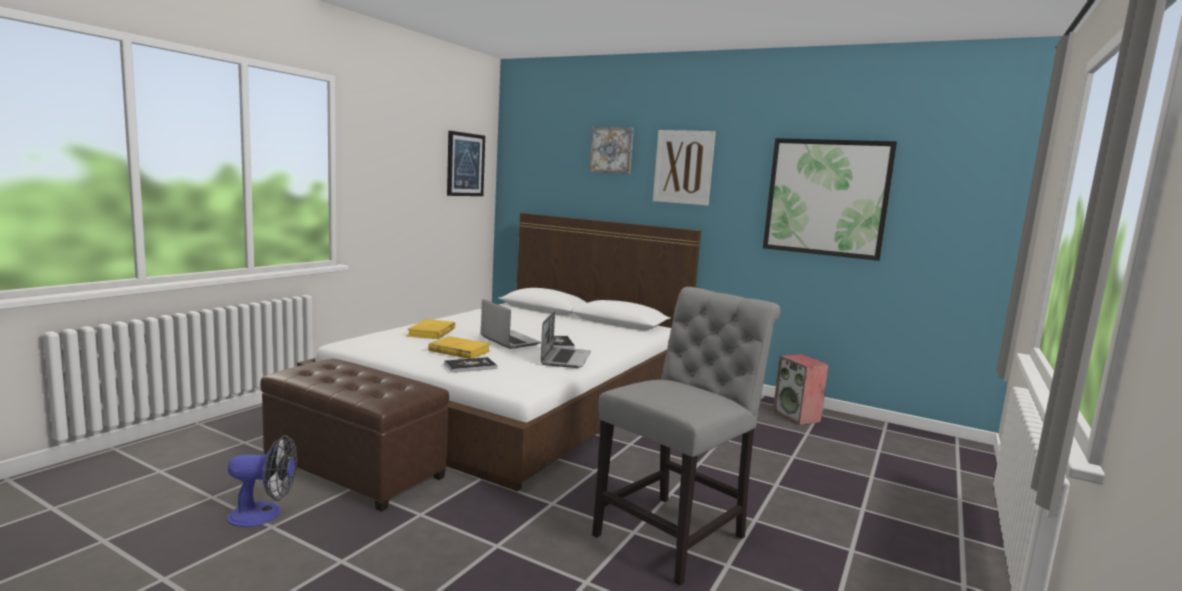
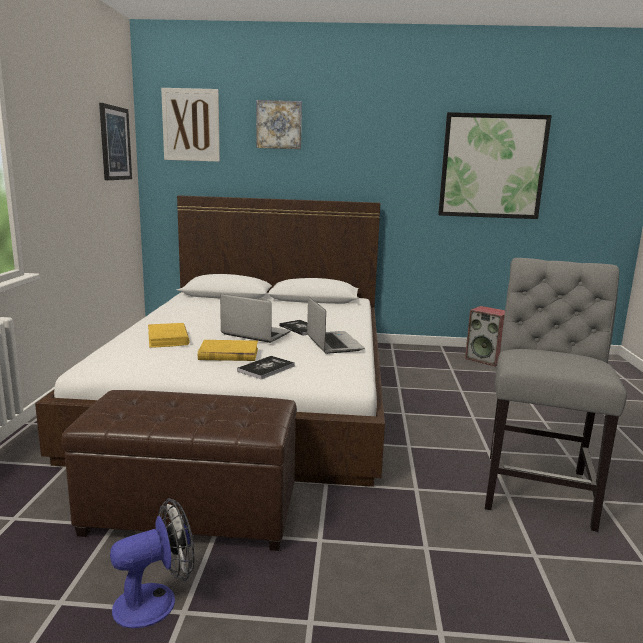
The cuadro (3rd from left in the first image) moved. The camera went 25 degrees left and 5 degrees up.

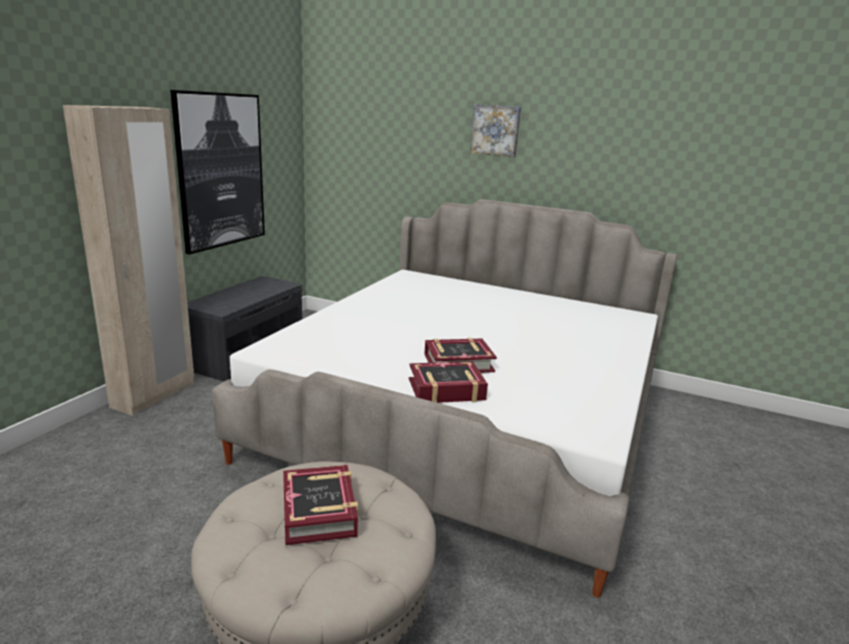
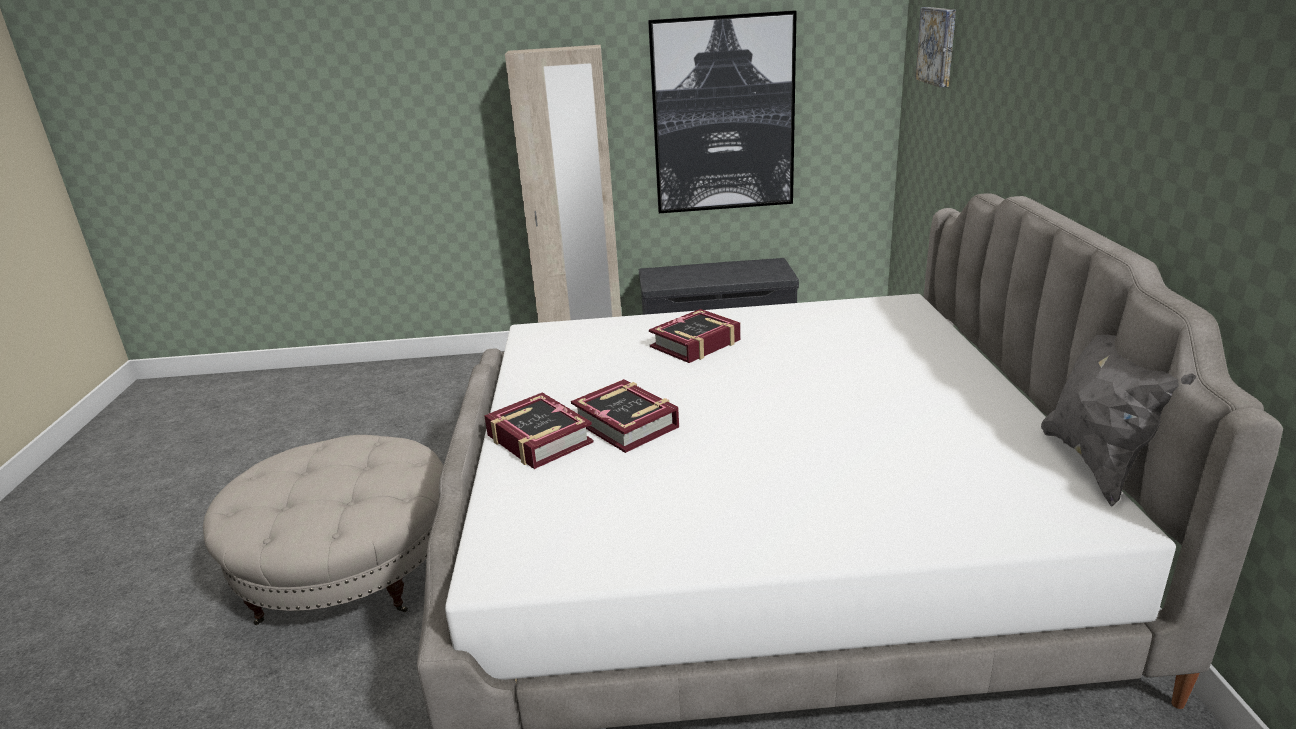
The libro (1st from left in the first image) moved. The cuadro (2nd from left) moved. The cojín [gris] appeared. The camera went 65 degrees right and 5 degrees up.

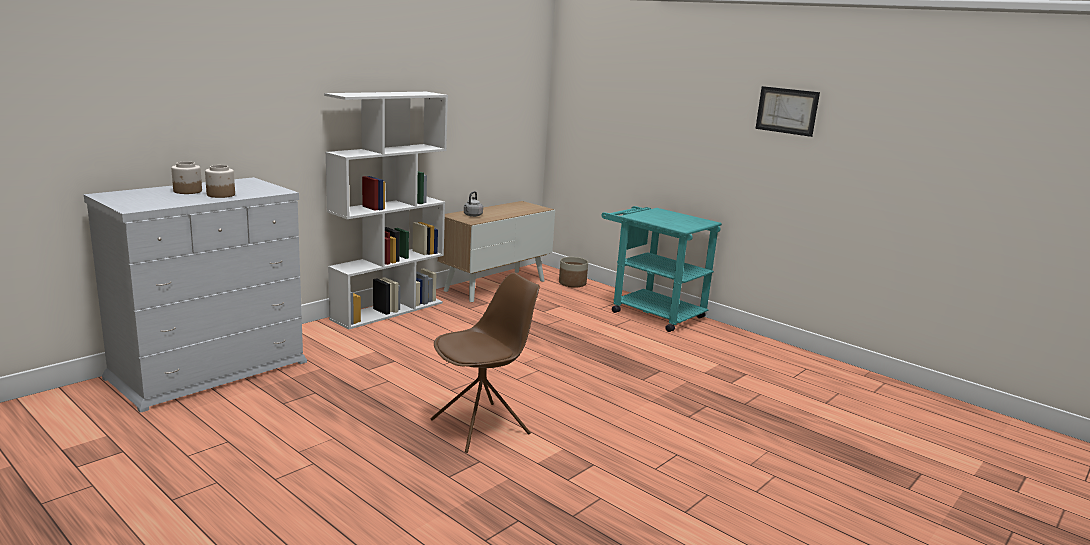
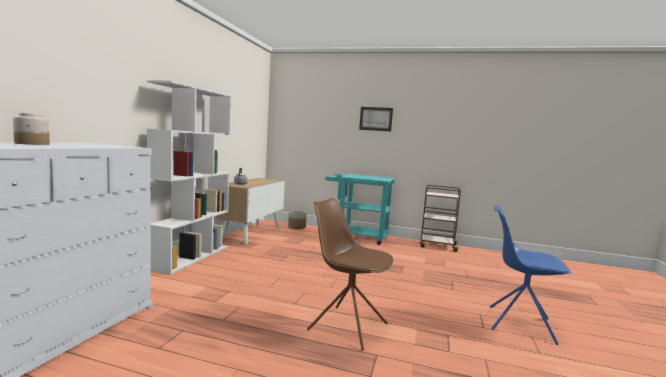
The tarro (2nd from left) disappeared. The silla [marrón] turned 90 degrees counterclockwise. The cuadro moved. The carrito [marrón] appeared. The silla [azul] appeared. The camera went 25 degrees left and 10 degrees down.

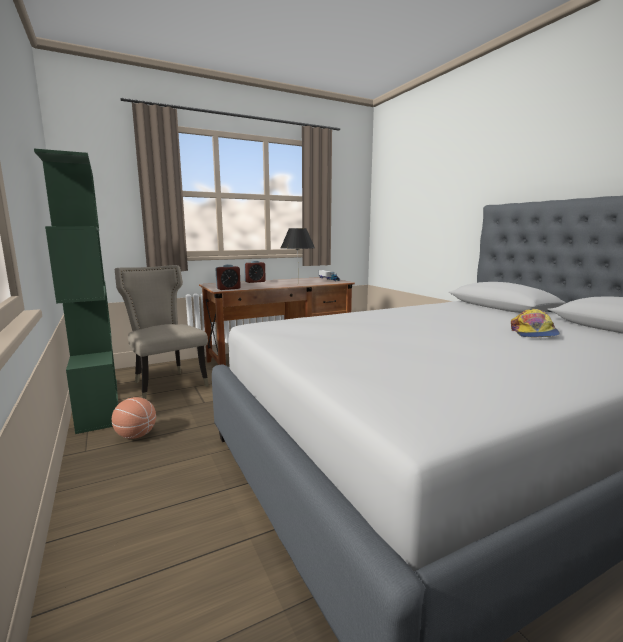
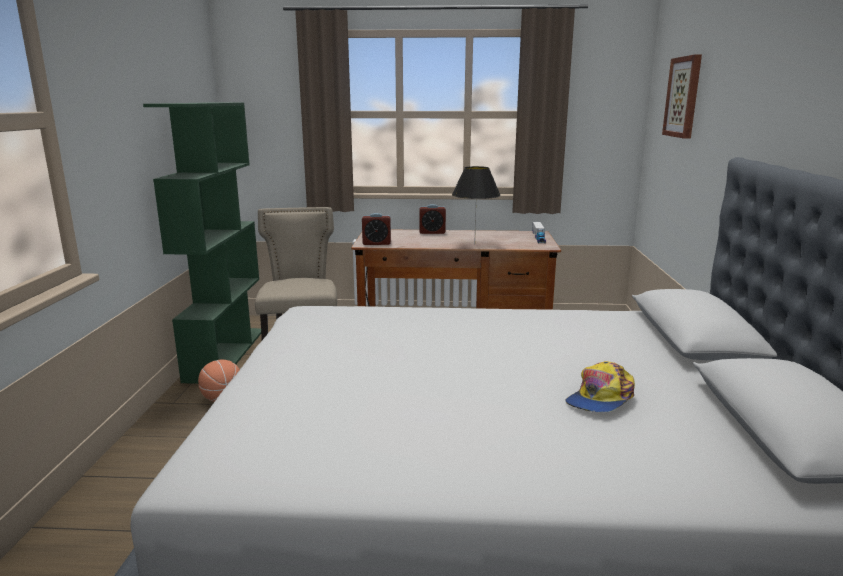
The cuadro appeared. The camera went 30 degrees right and 5 degrees up.

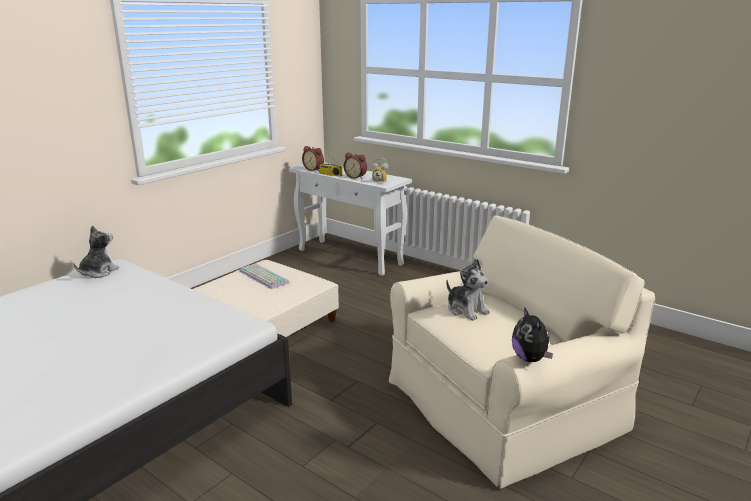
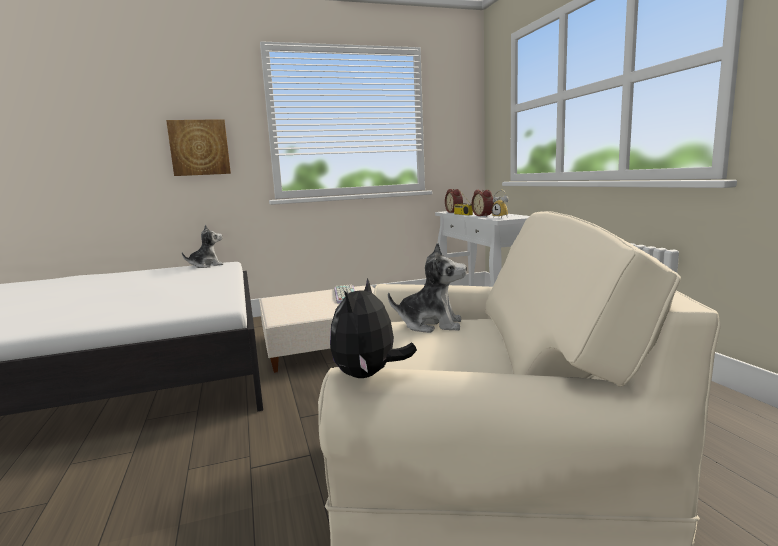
The peluche (2nd from left in the first image) turned 75 degrees counterclockwise. The cuadro appeared. The camera went 35 degrees right and 10 degrees down.

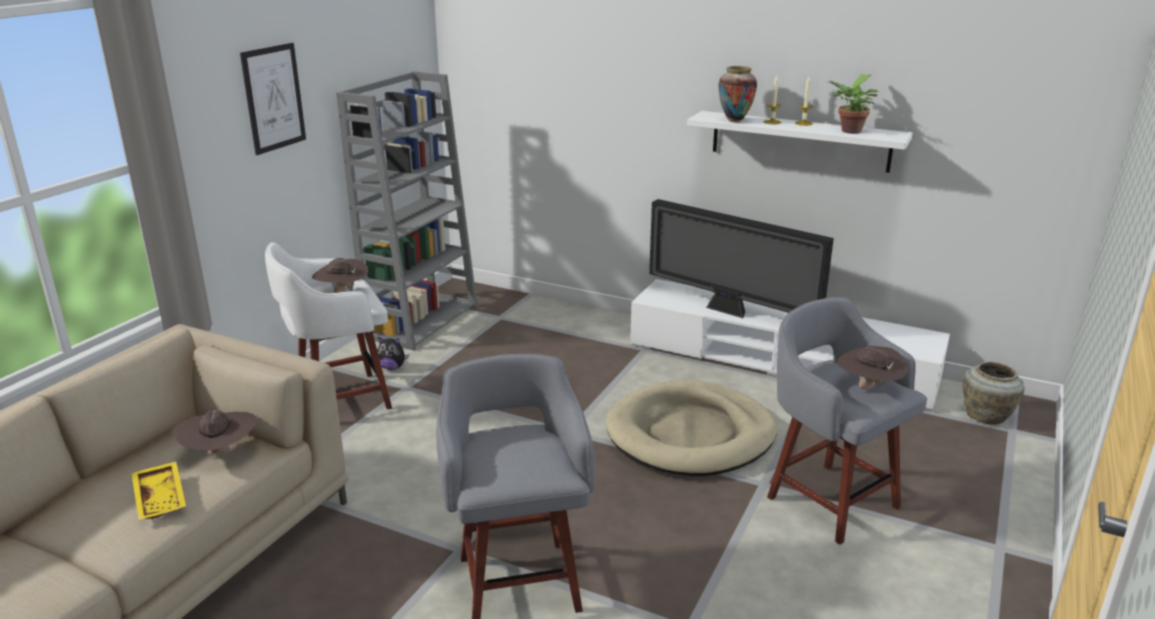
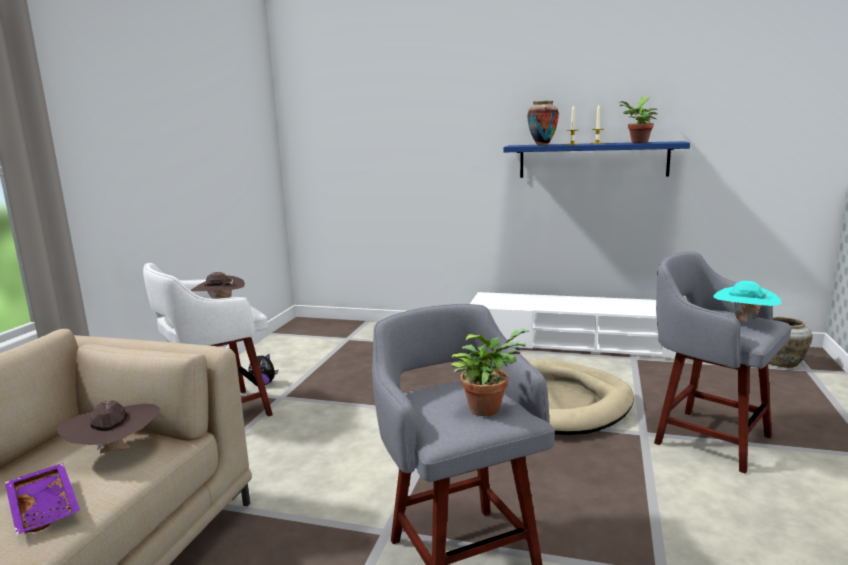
The bandeja [amarillo] became the bandeja [morado]. The cuadro disappeared. The estantería [gris] disappeared. The televisor disappeared. The estante [blanco] became the estante [azul]. The sombrero [marrón] (3rd from left) became the sombrero [turquesa]. The planta en maceta (1st from left) appeared. The camera went 10 degrees left and 10 degrees down.

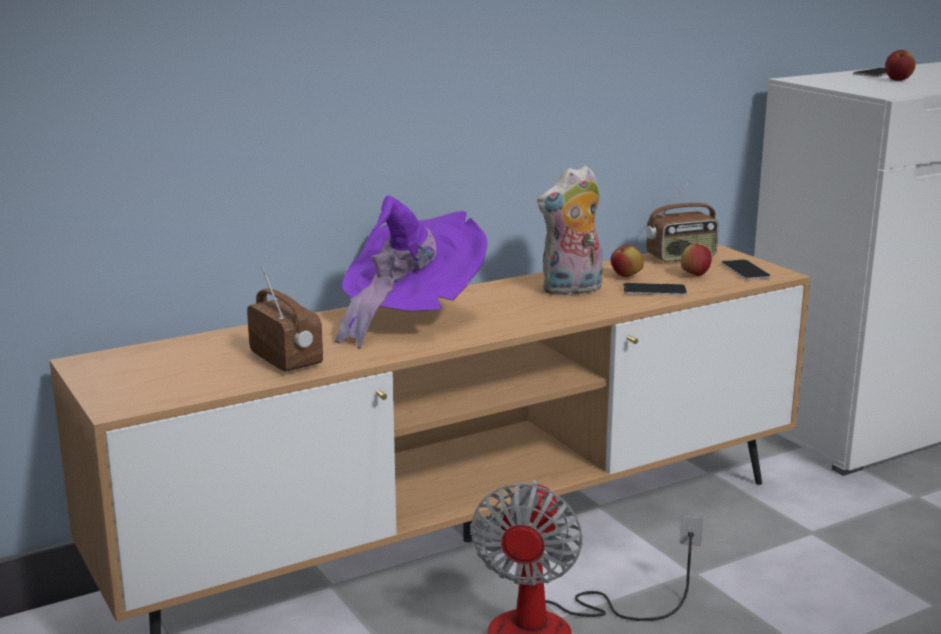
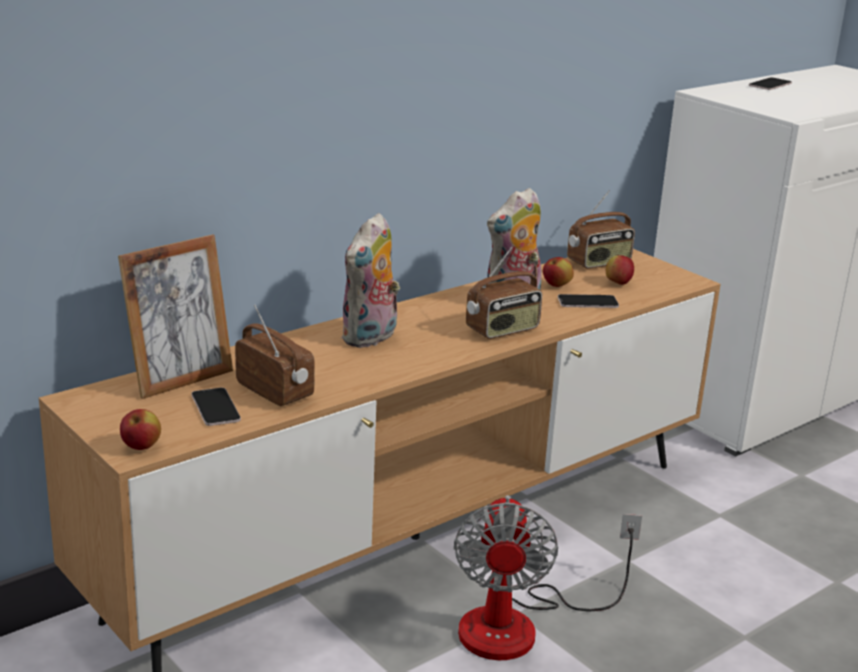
The sombrero [morado] was replaced by the peluche (1st from left). The móvil (2nd from left in the first image) moved. The manzana (3rd from left in the first image) moved. The portarretratos appeared. The radio (2nd from left) appeared. The camera went 10 degrees left and 5 degrees up.

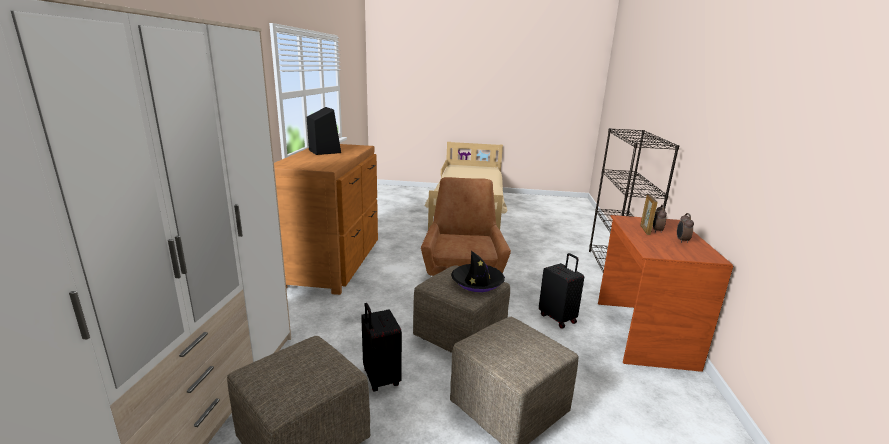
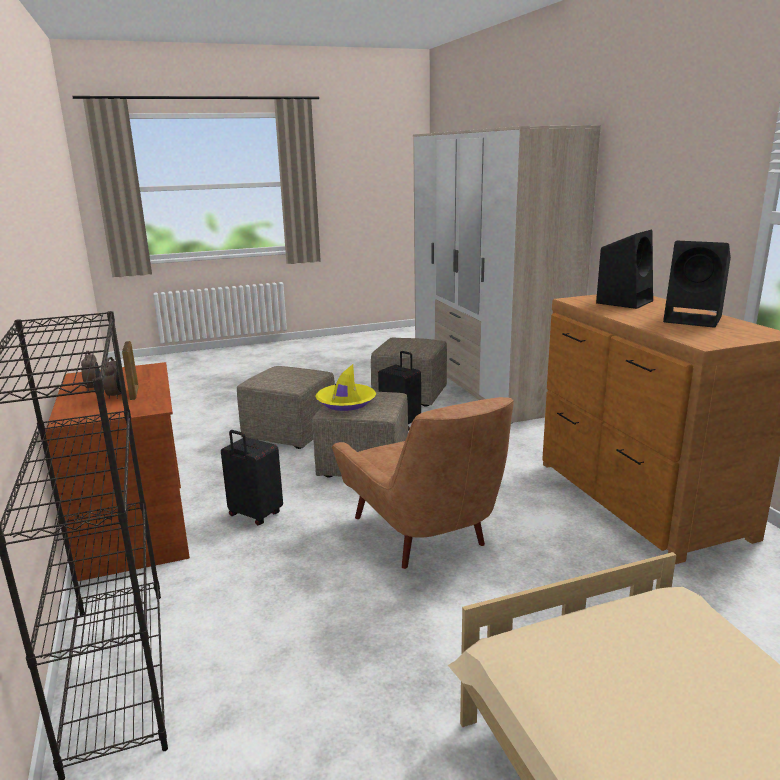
The sombrero [negro] became the sombrero [amarillo]. The altavoz [negro] (1st from left) appeared. The camera went 155 degrees right and 0 degrees up.

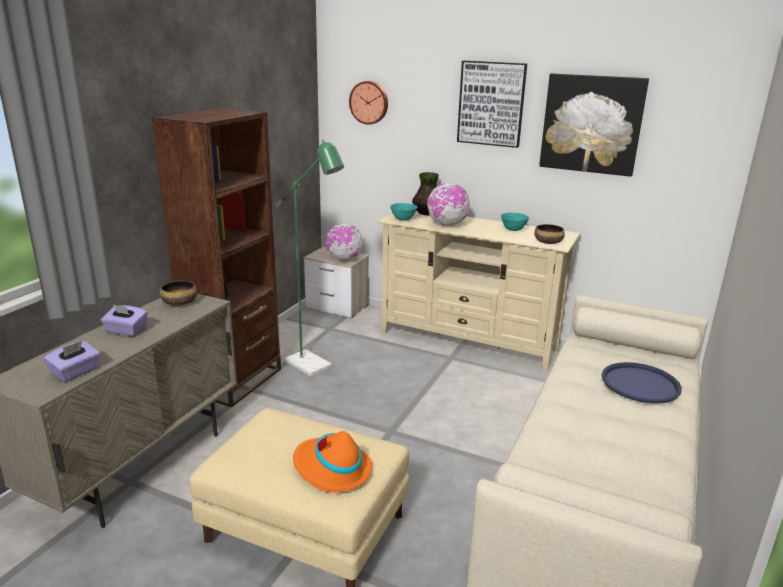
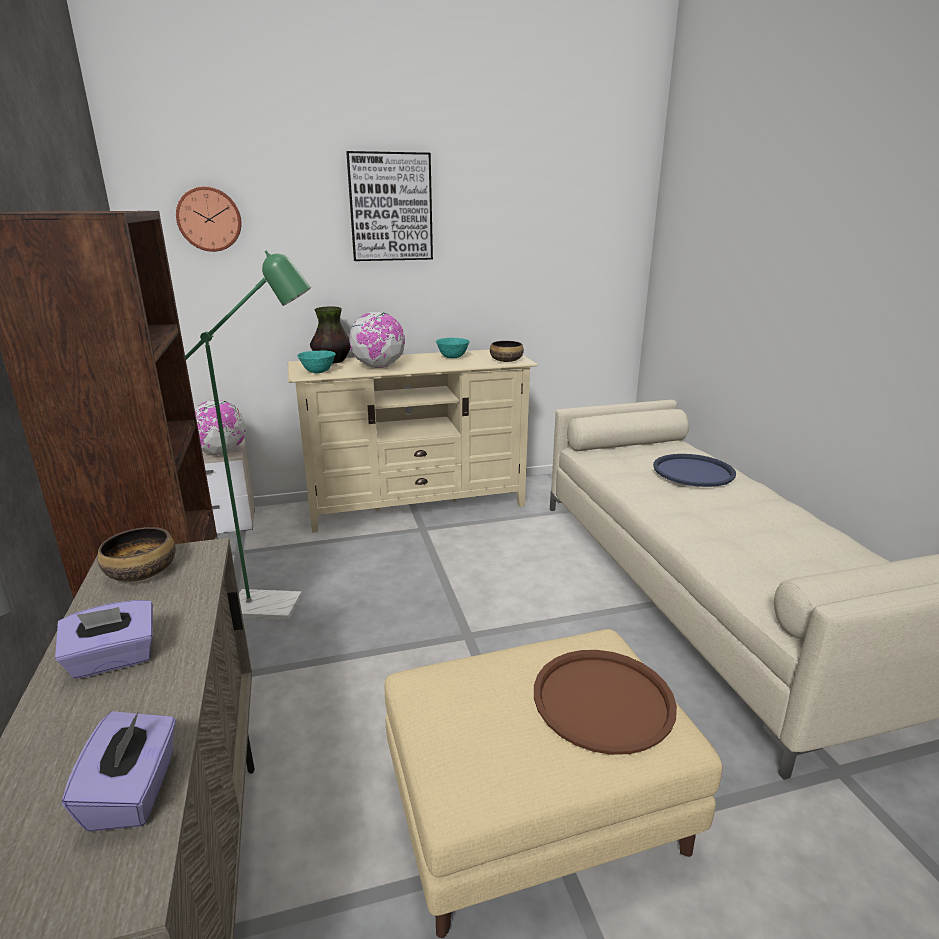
The sombrero [naranja] was replaced by the bandeja [marrón]. The cuadro (2nd from left) disappeared. The camera went 40 degrees left and 0 degrees up.

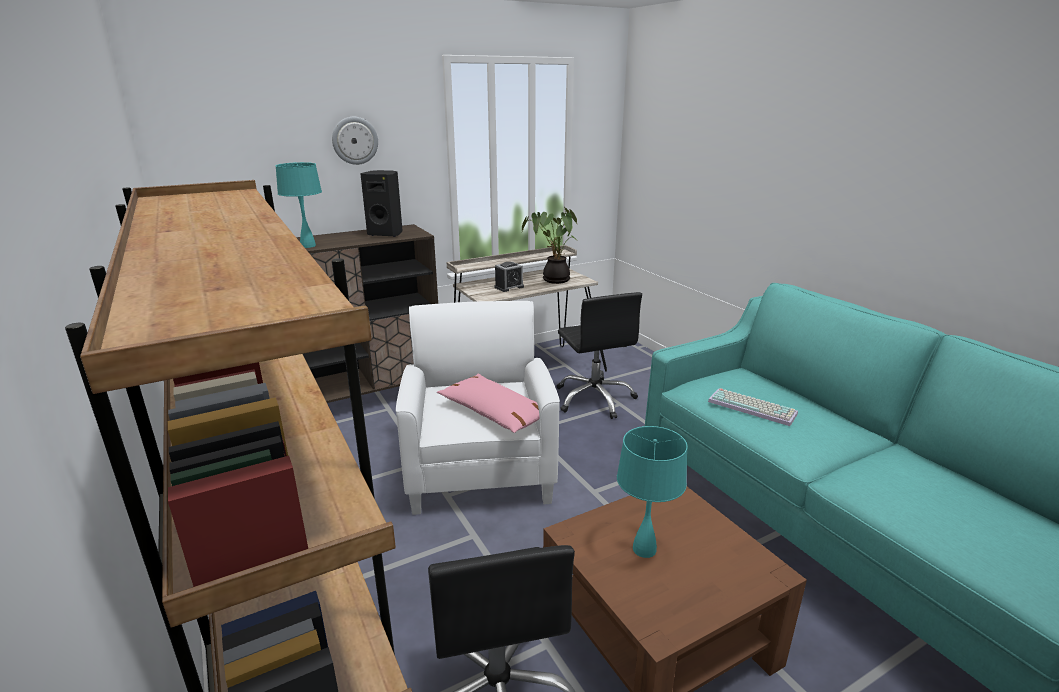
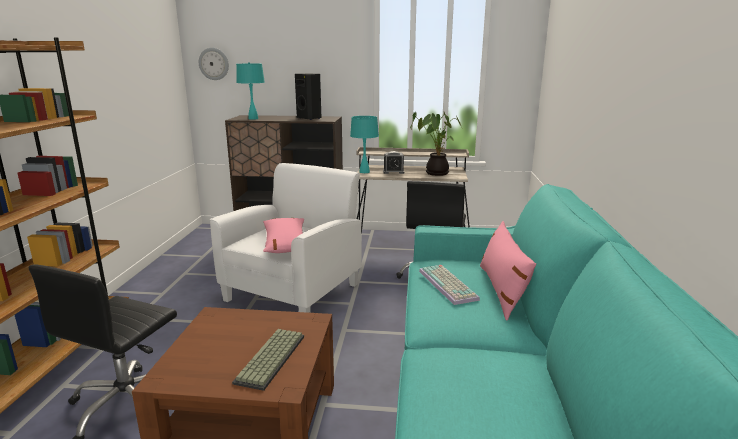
The reloj de pared moved. The lámpara de mesa [turquesa] (2nd from left) moved. The teclado (1st from left) appeared. The cojín [rosa] (2nd from left) appeared. The camera went 35 degrees right and 5 degrees down.

